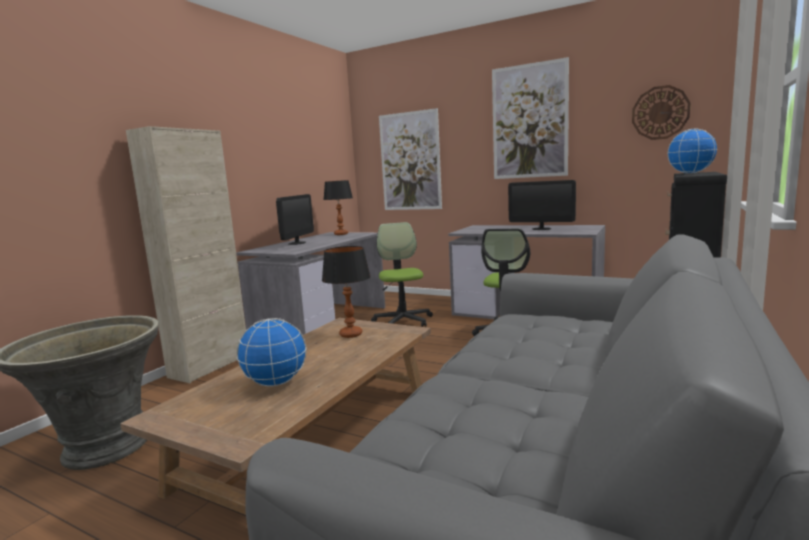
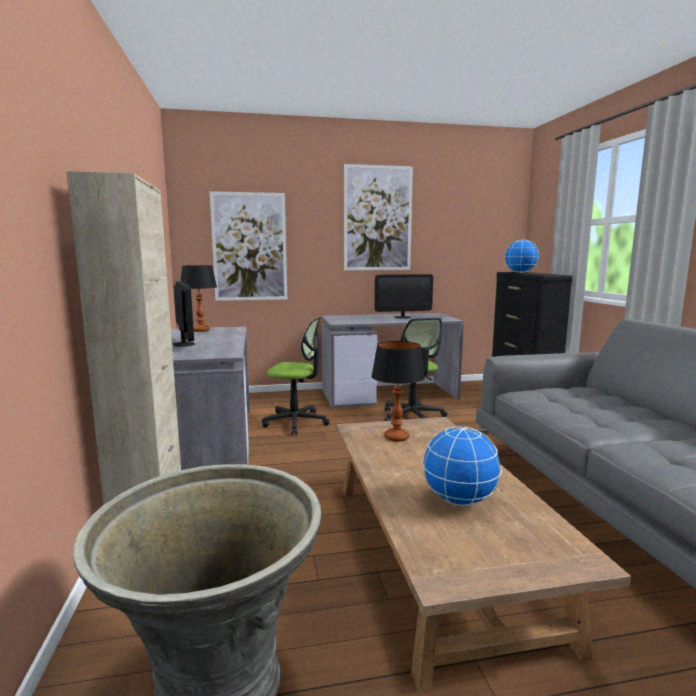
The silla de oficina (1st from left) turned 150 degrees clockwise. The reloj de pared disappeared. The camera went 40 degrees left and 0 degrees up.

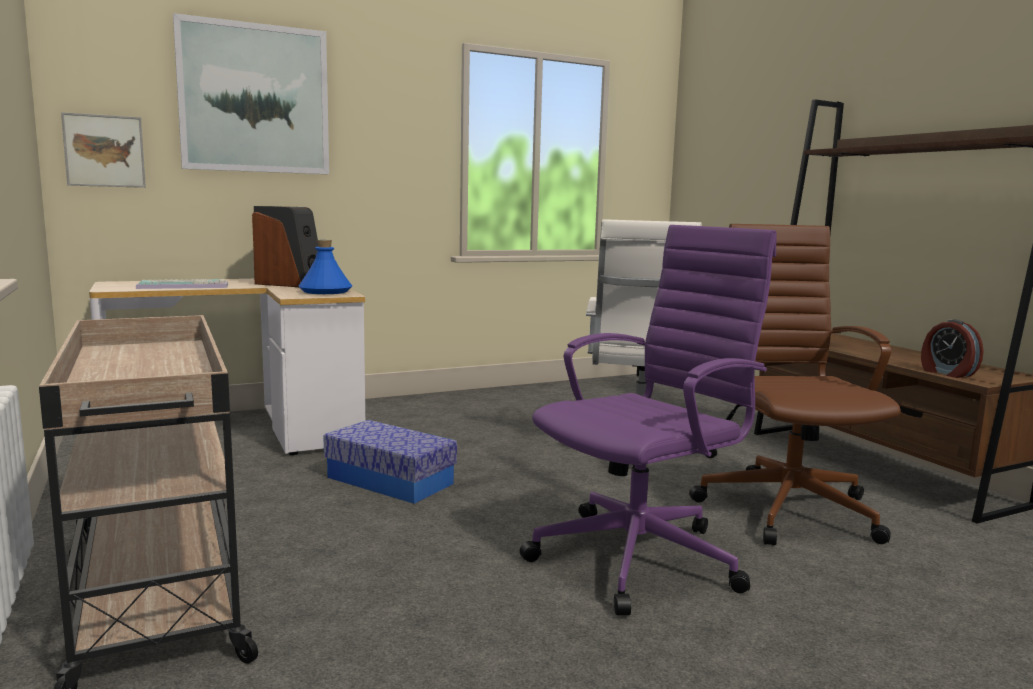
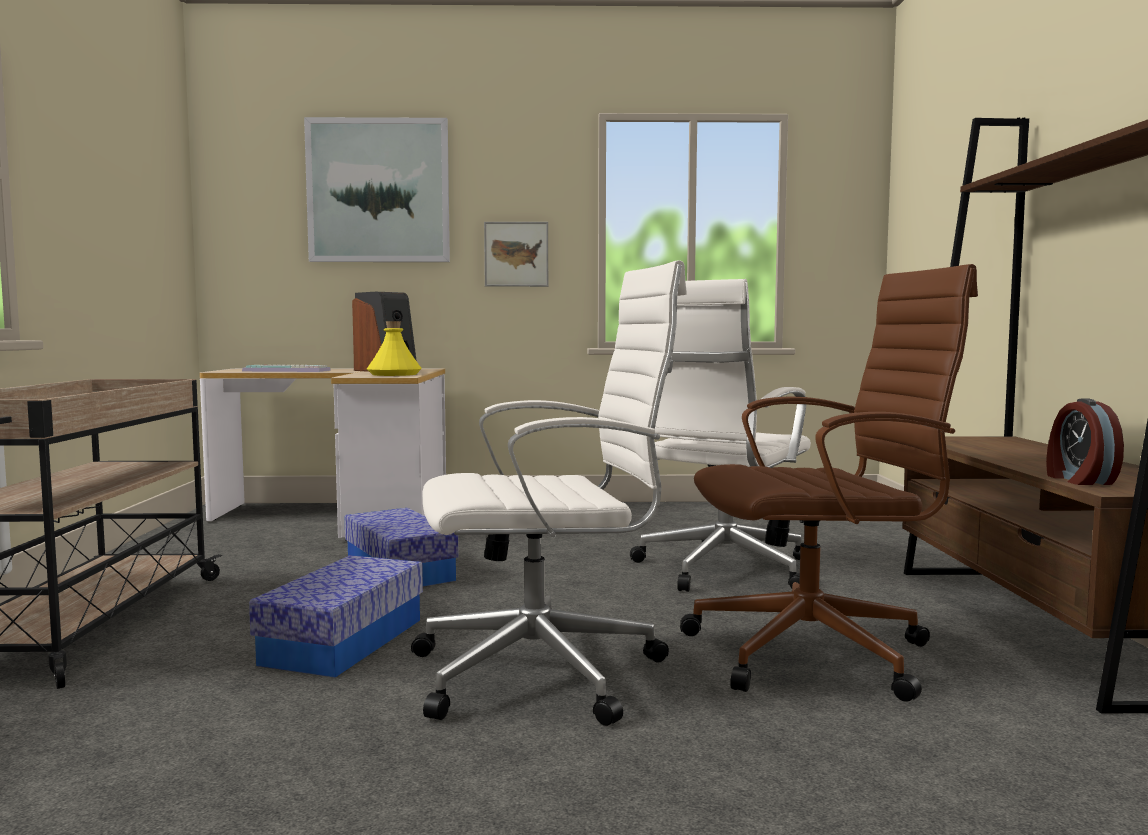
The cuadro (1st from left in the first image) moved. The botella [azul] became the botella [amarillo]. The silla de oficina [morado] became the silla de oficina [blanco] (1st from left). The silla de oficina [marrón] turned 60 degrees clockwise. The caja de almacenaje (1st from left) appeared. The camera went 25 degrees right and 5 degrees down.

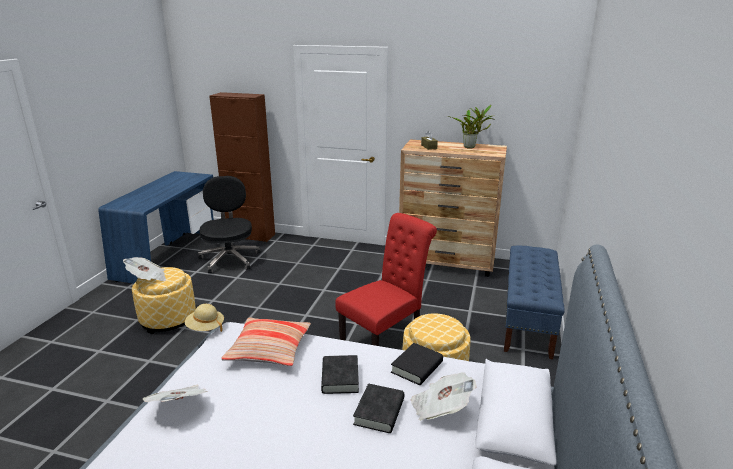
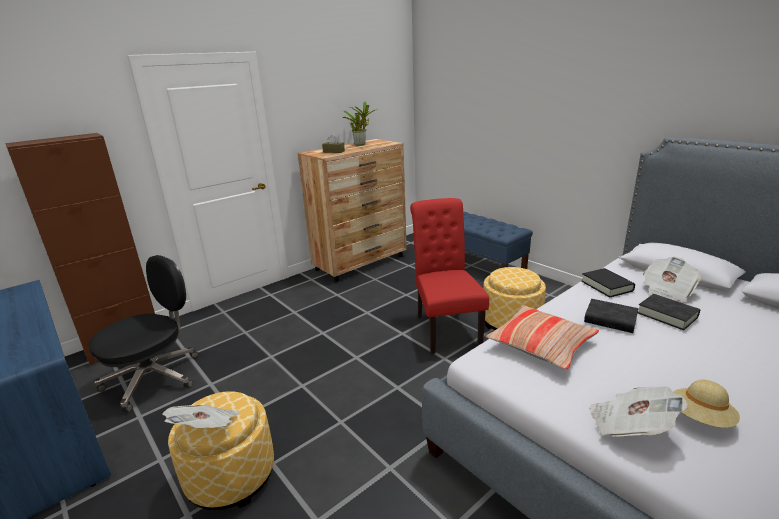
The sombrero [beis] moved. The silla de oficina [negro] turned 105 degrees clockwise. The camera went 55 degrees left and 0 degrees up.

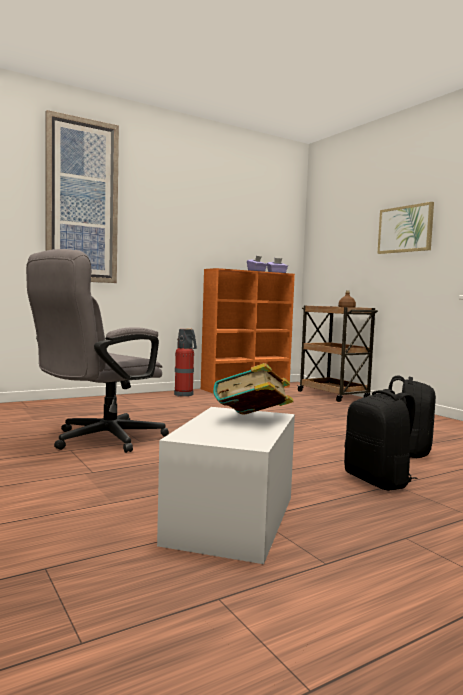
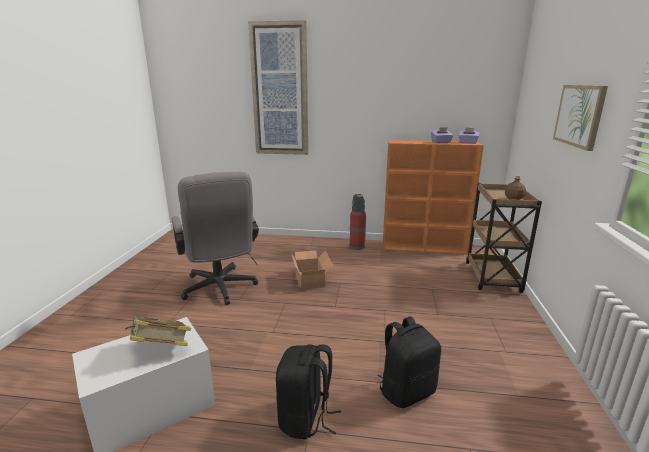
The silla de oficina [gris] turned 105 degrees counterclockwise. The caja de cartón appeared. The camera went 40 degrees right and 15 degrees up.

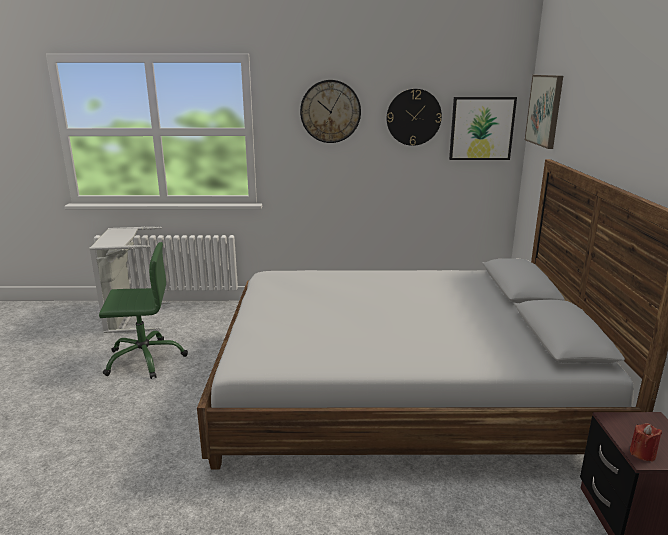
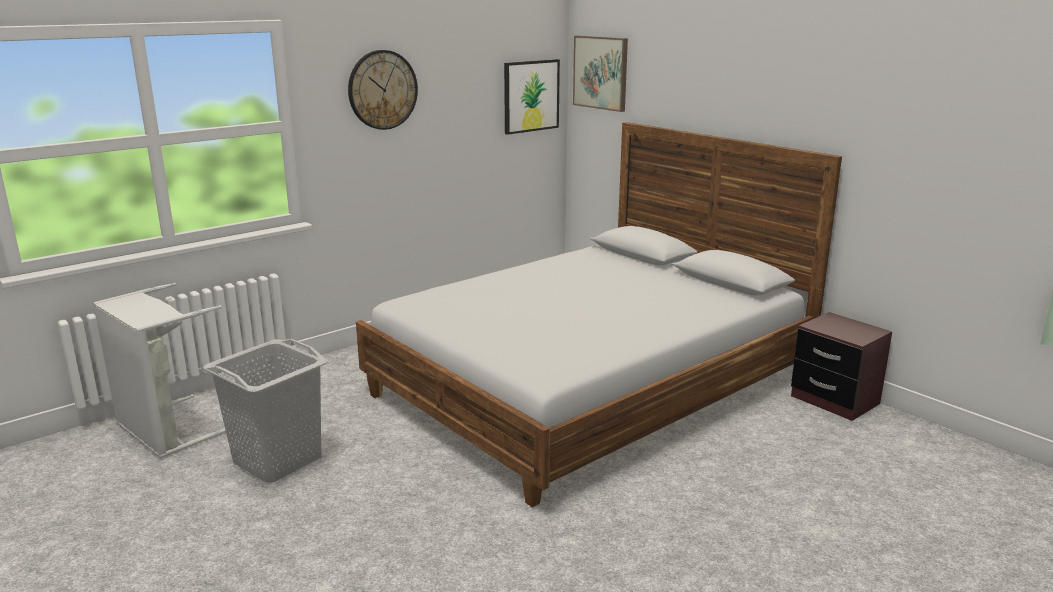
The silla de oficina [verde] was replaced by the cesto de la ropa [gris] (2nd from left). The reloj de pared (2nd from left) disappeared. The vela [rojo] disappeared. The camera went 40 degrees left and 0 degrees up.

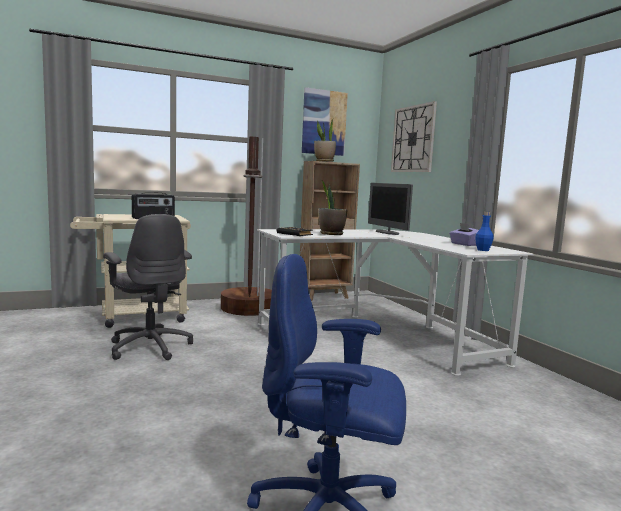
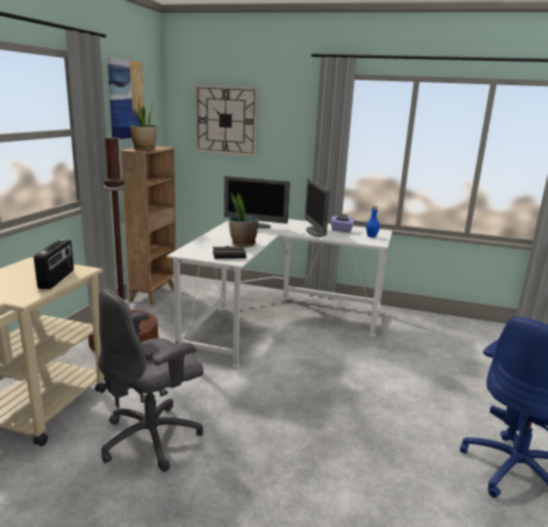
The silla de oficina [gris] turned 135 degrees clockwise. The monitor (2nd from left) appeared. The camera went 50 degrees left and 10 degrees up.

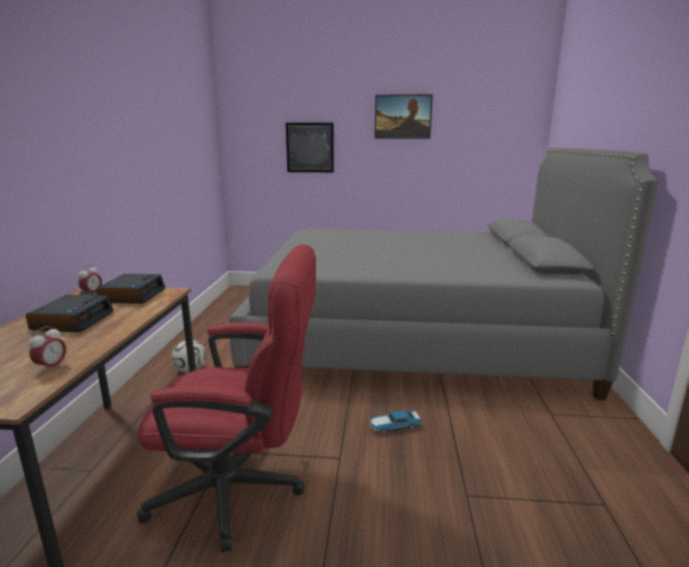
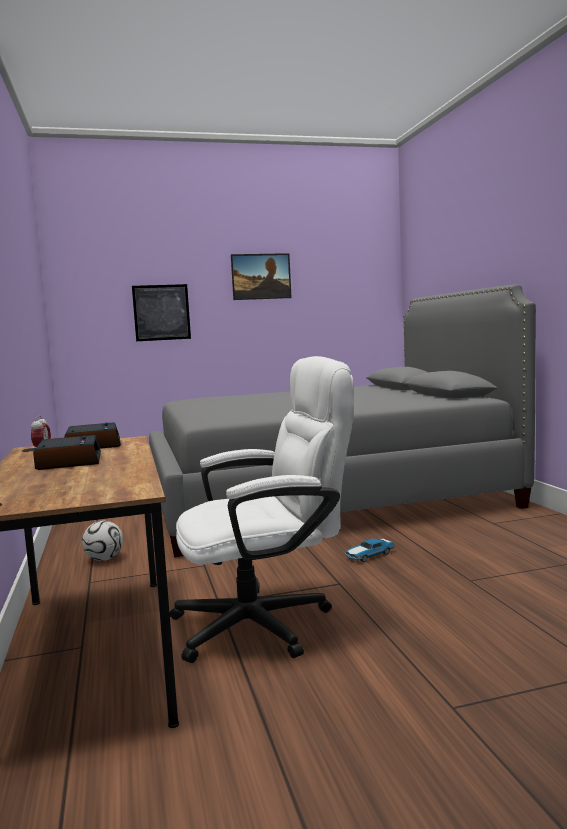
The despertador (1st from left) disappeared. The silla de oficina [rojo] became the silla de oficina [blanco]. The camera went 20 degrees left and 10 degrees down.

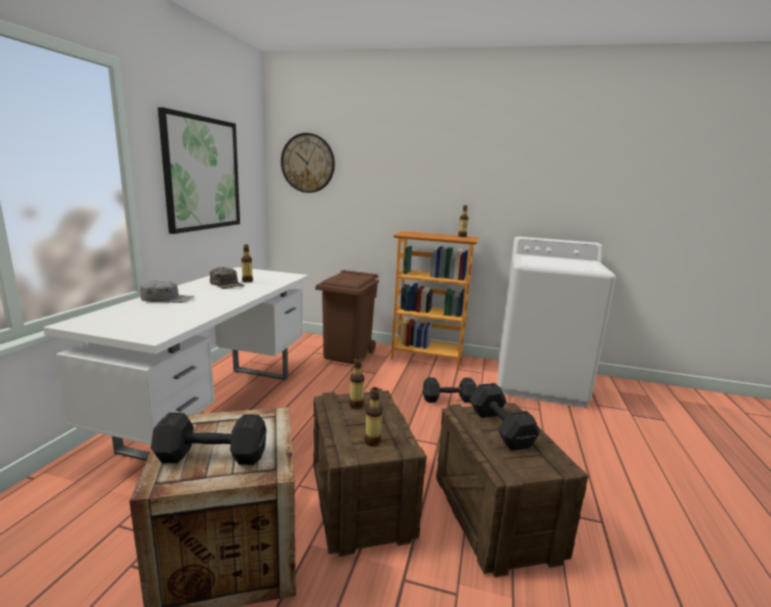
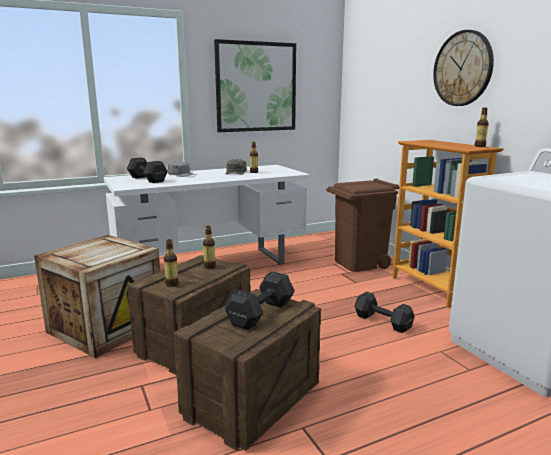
The mancuerna [negro] (1st from left) moved. The reloj de pared moved. The camera went 50 degrees right and 0 degrees up.

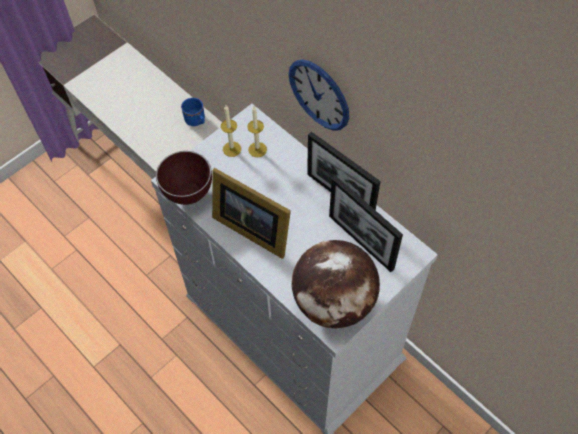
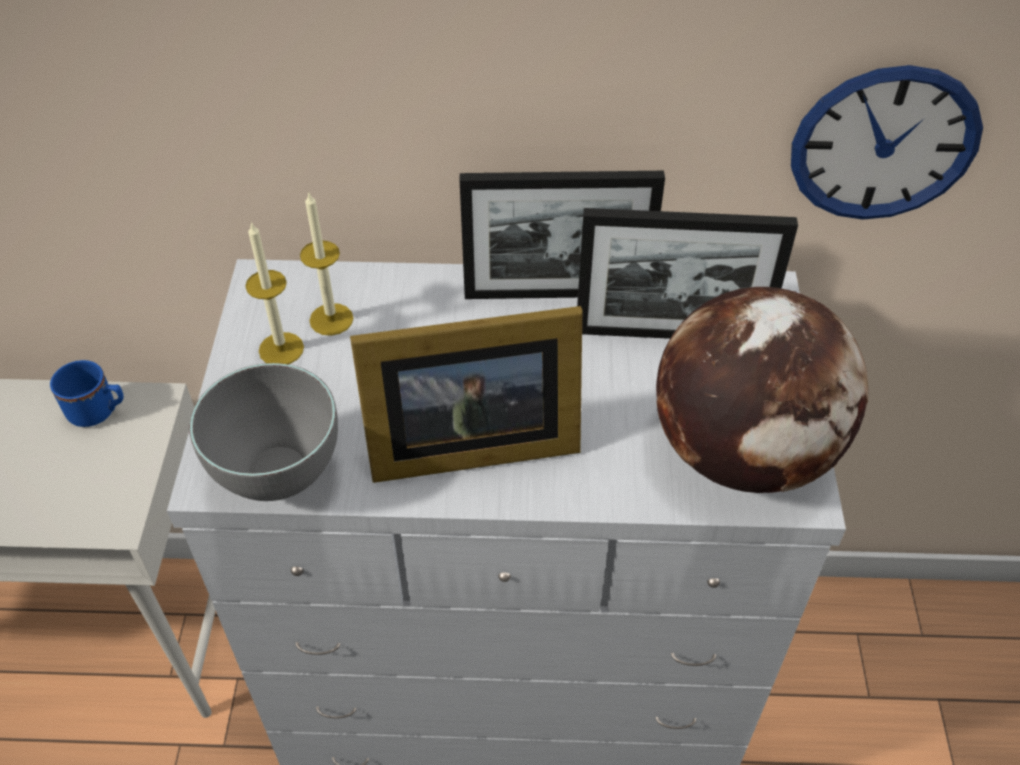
The cuenco [marrón] became the cuenco [gris]. The reloj de pared moved. The camera went 45 degrees left and 10 degrees down.

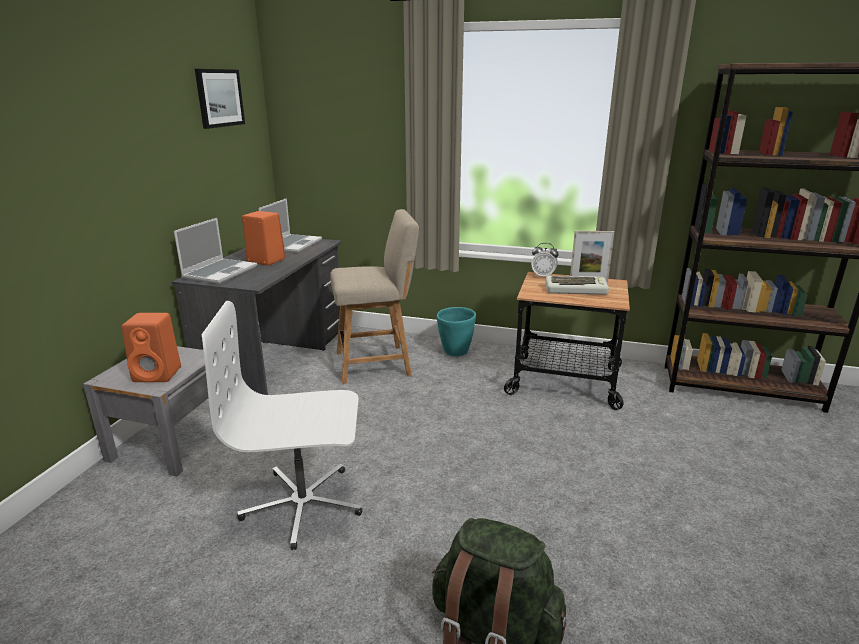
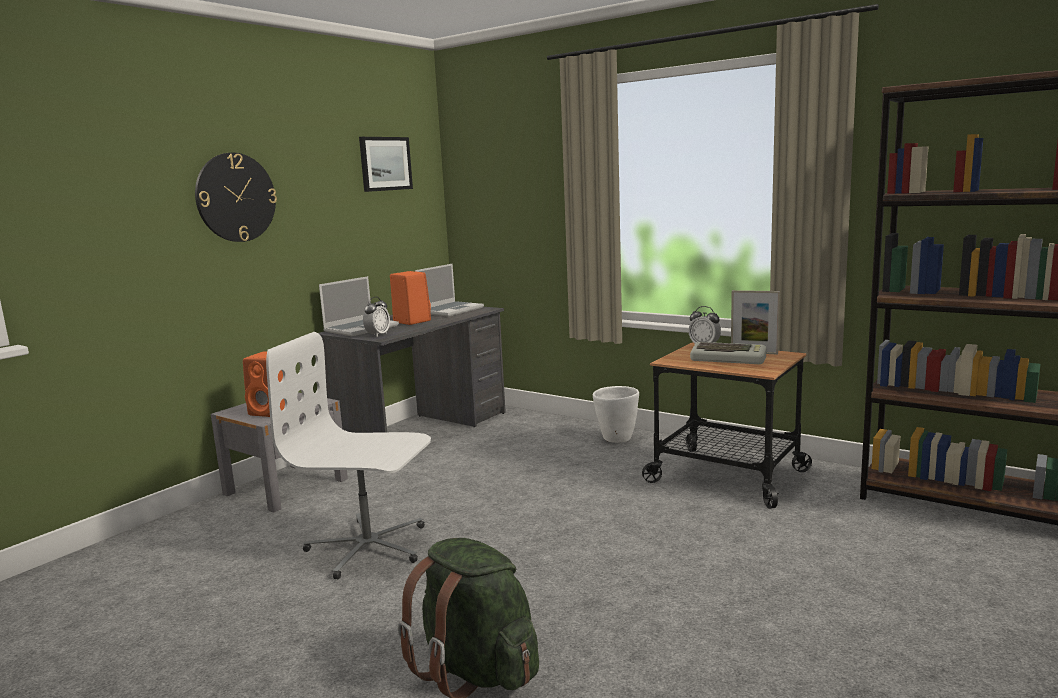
The silla [beis] disappeared. The maceta [turquesa] became the maceta [blanco]. The reloj de pared appeared. The despertador (1st from left) appeared. The camera went 20 degrees right and 10 degrees down.

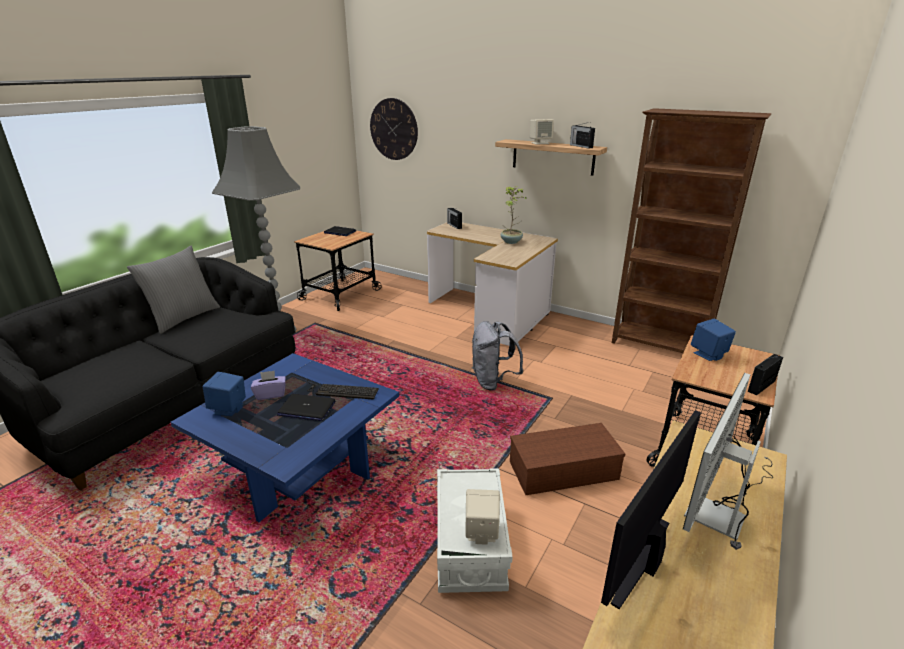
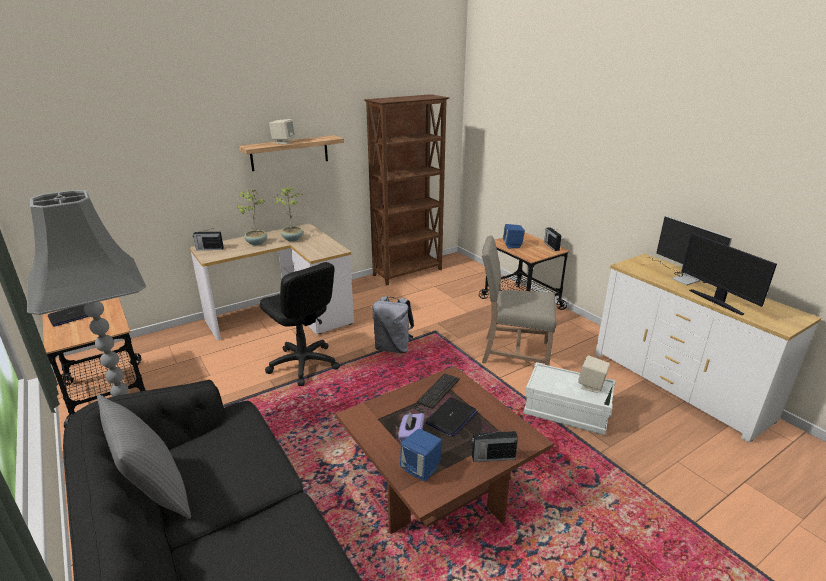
The mesa de centro [azul] became the mesa de centro [marrón]. The reloj de pared disappeared. The caja de almacenaje [marrón] was replaced by the silla [beis]. The radio (2nd from left) moved. The planta en maceta (1st from left) appeared. The silla de oficina [negro] appeared. The camera went 65 degrees left and 0 degrees up.

